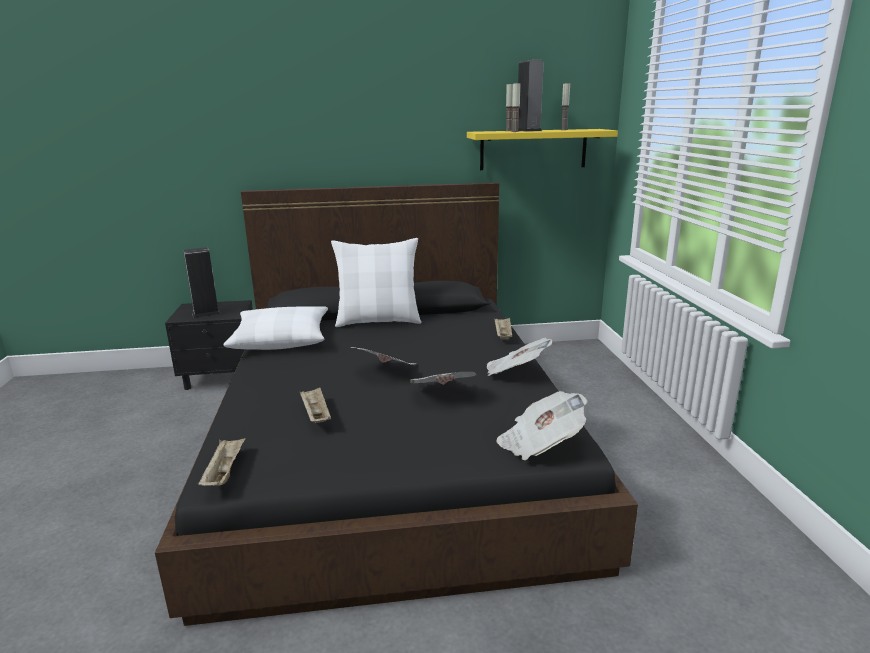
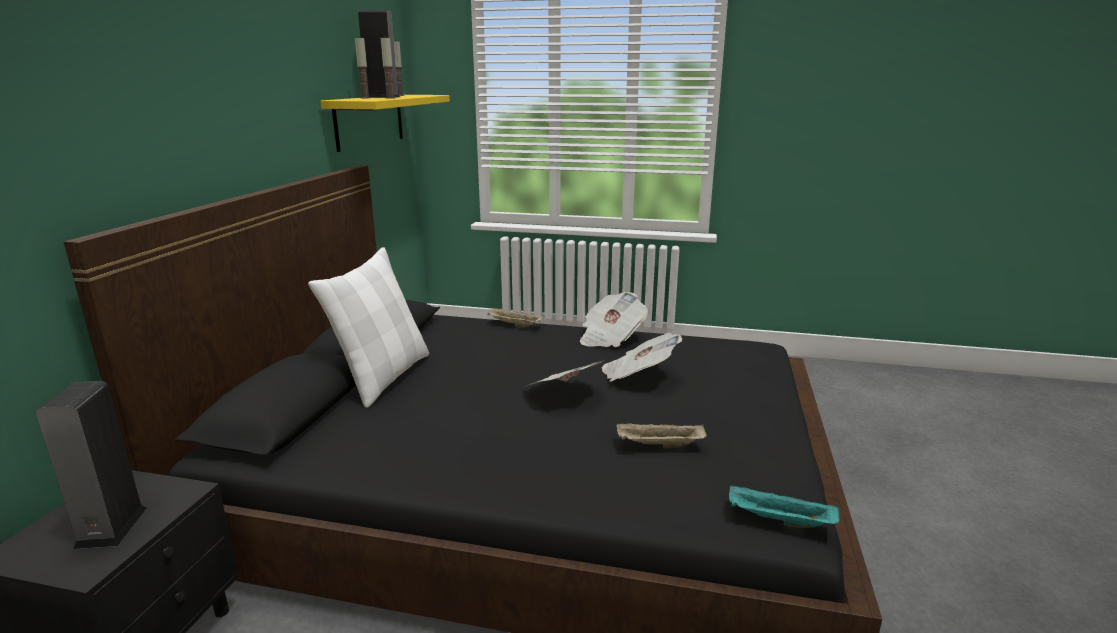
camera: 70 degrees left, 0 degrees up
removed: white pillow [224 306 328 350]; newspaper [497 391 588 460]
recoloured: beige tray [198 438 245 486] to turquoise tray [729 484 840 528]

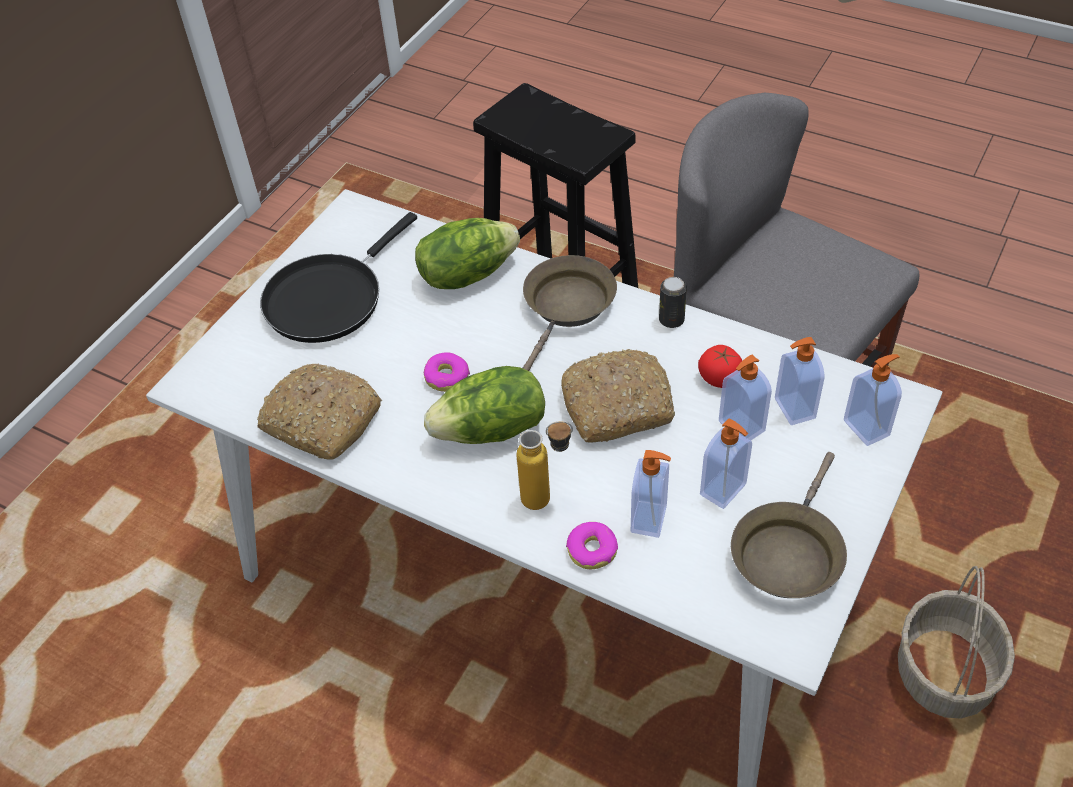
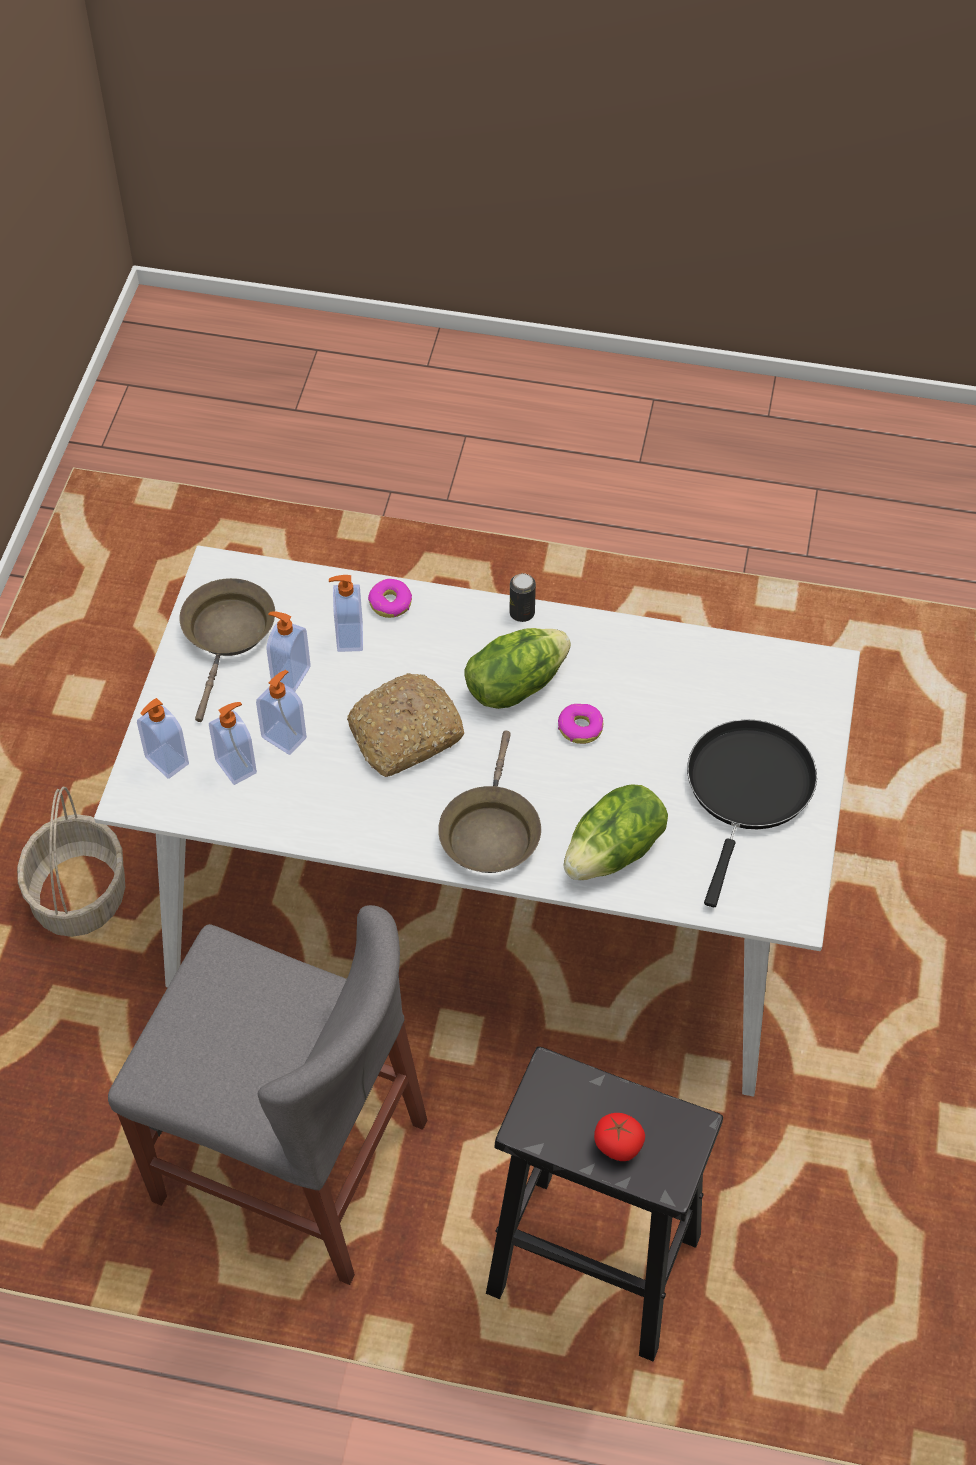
camera: 160 degrees right, 5 degrees up
removed: bread [257 364 382 460]; bottle [516 421 573 510]
moved: can [659 277 687 328] to [509 573 536 622]; tomato [698 345 742 388] to [594 1113 645 1161]

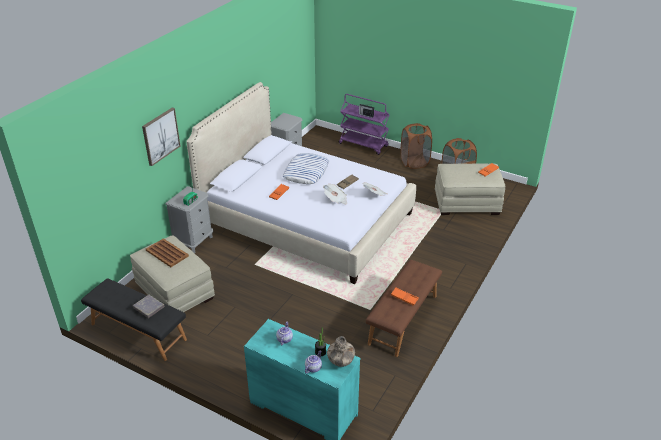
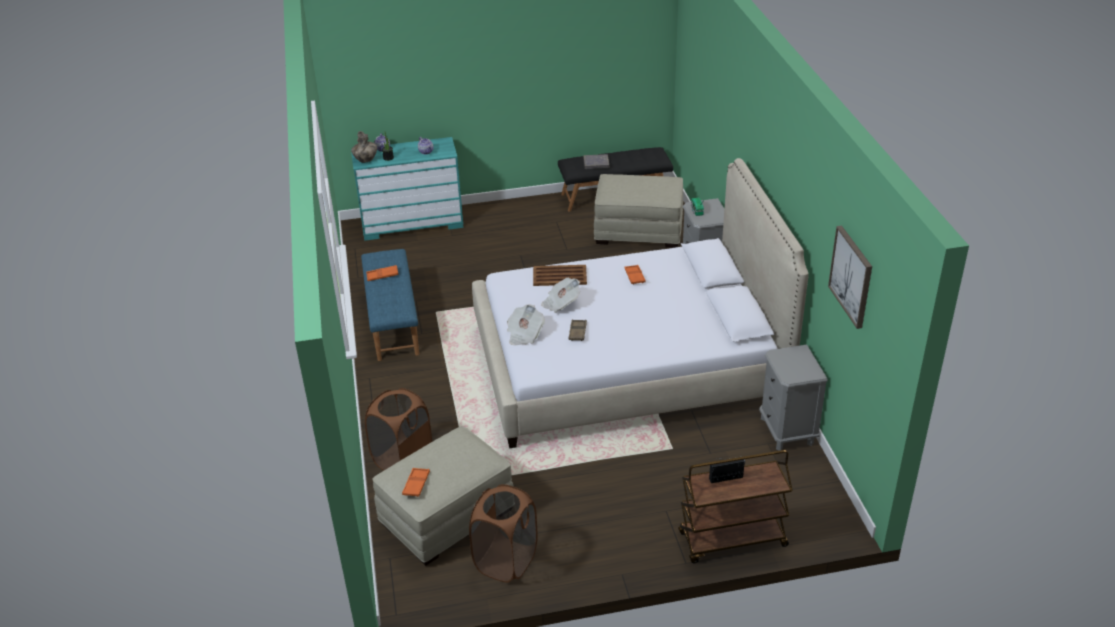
camera: 140 degrees right, 0 degrees up
removed: pillow [283 153 329 184]
moved: picture [142 108 180 166] to [828 225 872 329]; brown tray [146 238 189 267] to [533 265 587 286]; brown laundry basket [401 123 432 169] to [365 388 432 471]
recoloured: purple cart [339 94 390 155] to brown cart [678 450 793 563]; brown bench [366 260 442 357] to blue bench [361 249 419 361]

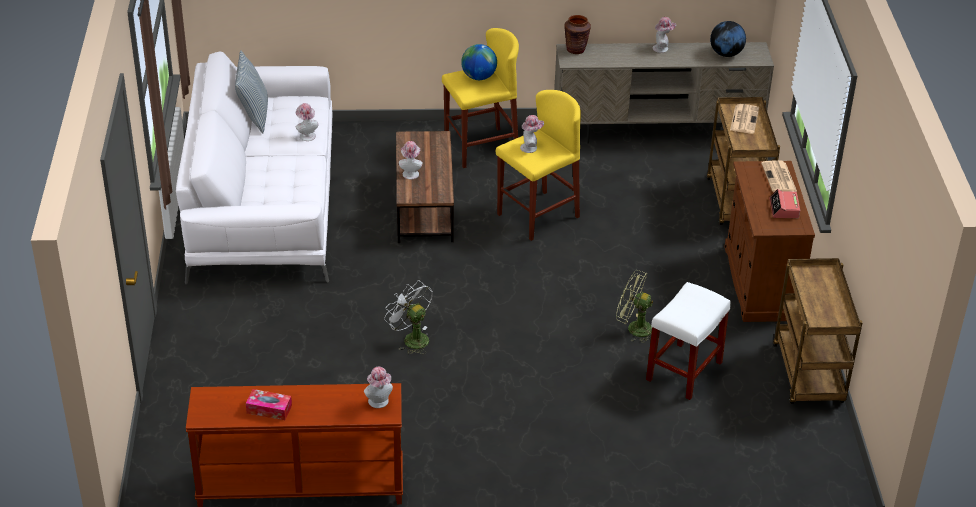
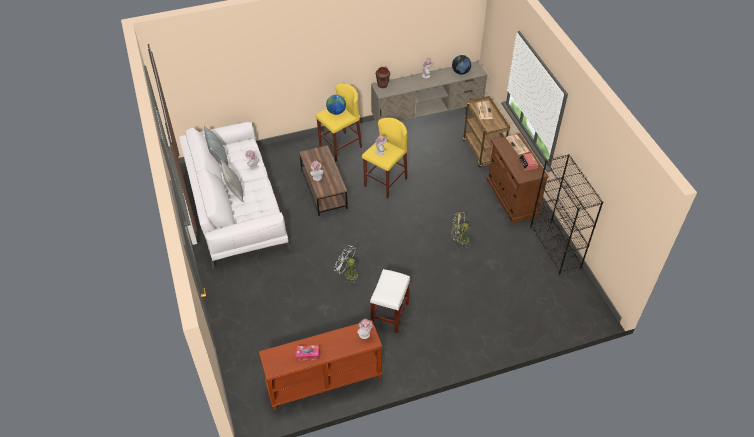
camera: 15 degrees left, 10 degrees up
added: grey pillow [221 160 243 202]
moved: white stool [646 282 731 400] to [370 269 410 333]
replaced: brown cart [773 258 862 404] to black bookcase [530 154 603 275]

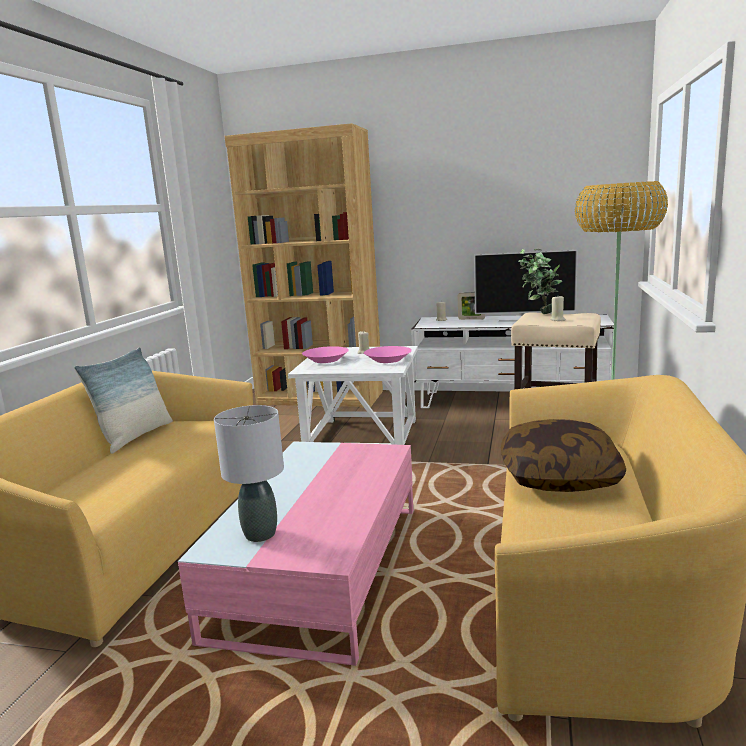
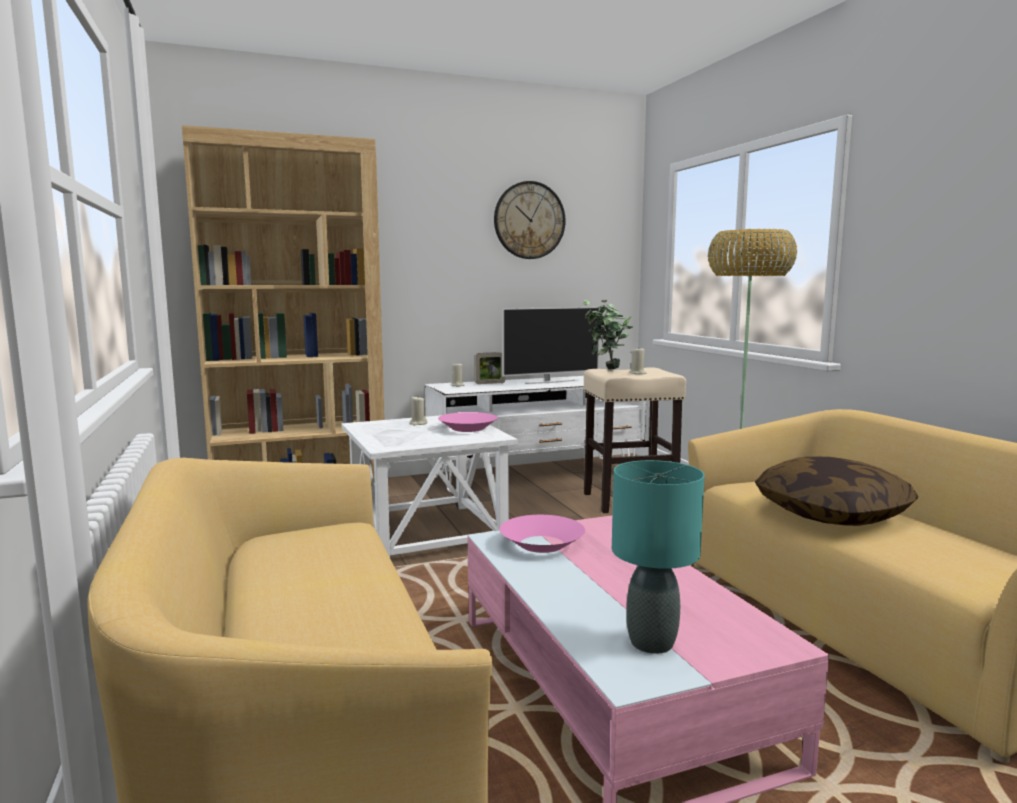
camera: 35 degrees left, 5 degrees down
removed: pillow [74 347 173 454]
added: wall clock [494 181 566 259]
moved: pink bowl [302 346 349 363] to [500 515 585 553]
recoloured: grey table lamp [214 405 284 542] to turquoise table lamp [612 460 705 654]

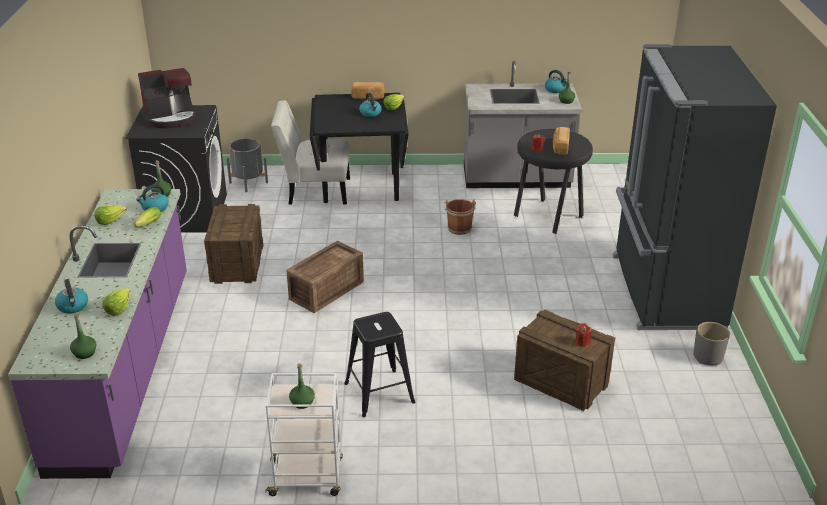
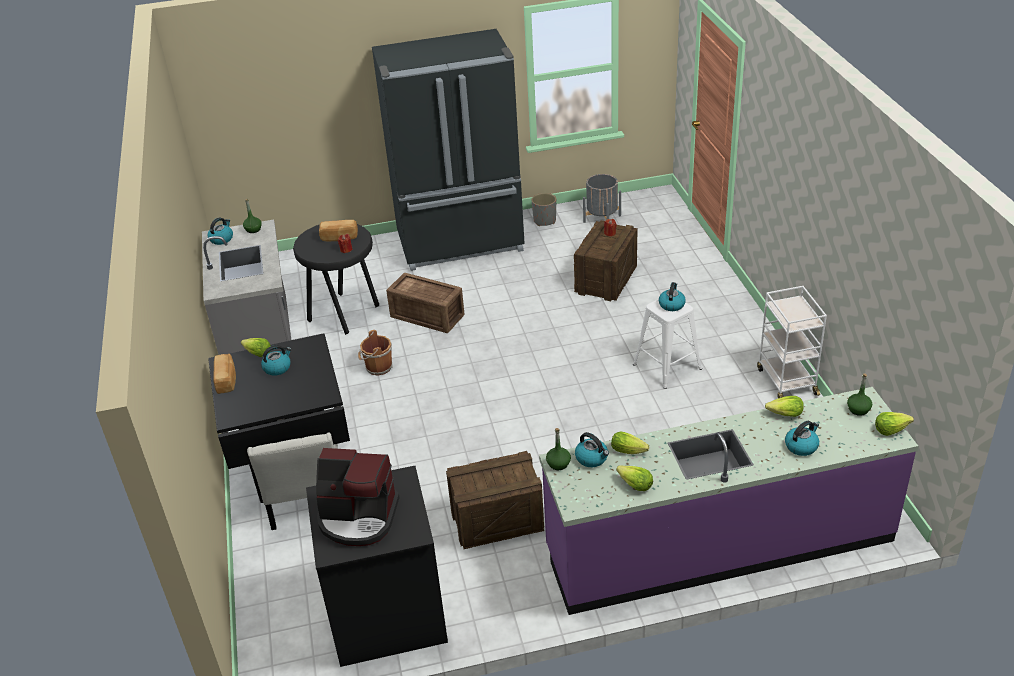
camera: 100 degrees left, 5 degrees up
removed: green bottle [289 363 315 409]
added: kettle [659 282 686 311]; lettuce [875 412 914 436]
moved: grey planter [226 138 268 192] to [583 174 621 223]; crate [286 241 364 313] to [386 273 465 333]
recoloured: black stool [344 312 416 417] to white stool [633 299 702 389]
turned: coffee machine [138 68 197 128] = [316 448 400 546] 135 degrees clockwise

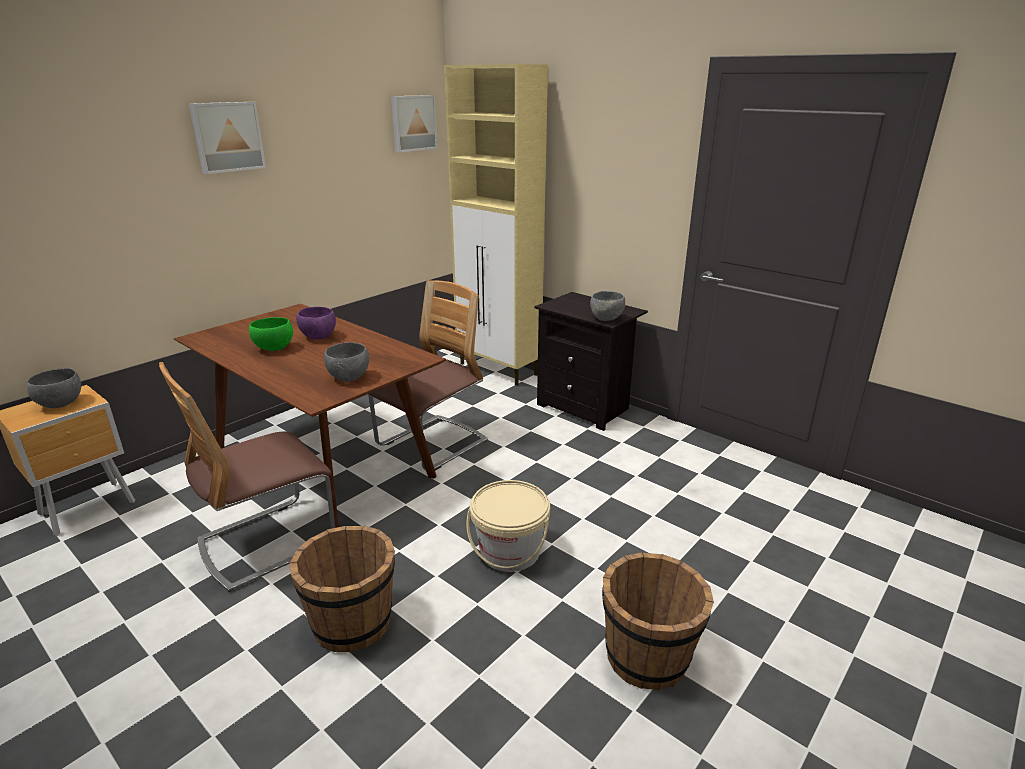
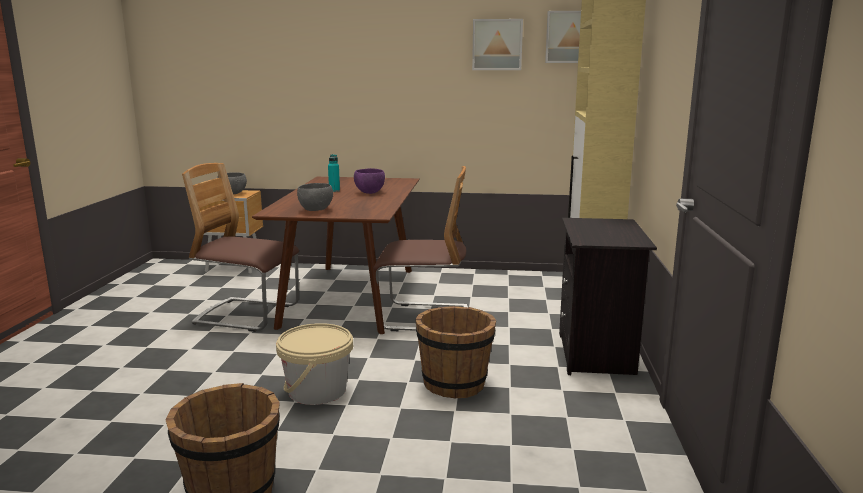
camera: 55 degrees right, 10 degrees down
removed: grey bowl [590 291 625 321]
moved: picture [189 102 266 174] to [472 19 523 70]; brown bucket [290 526 395 652] to [415 306 496 398]
replaced: green bowl [249 317 293 351] to turquoise bottle [328 154 340 192]

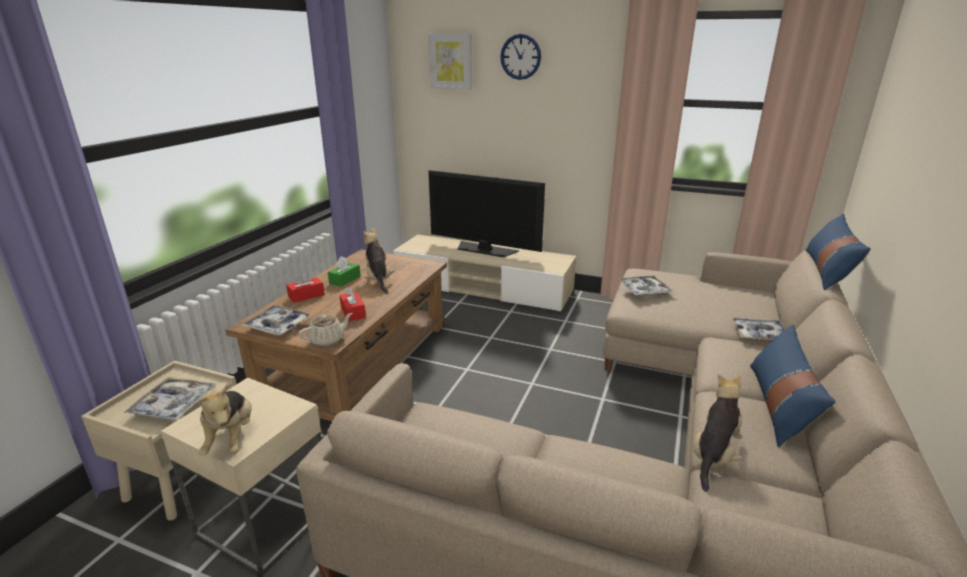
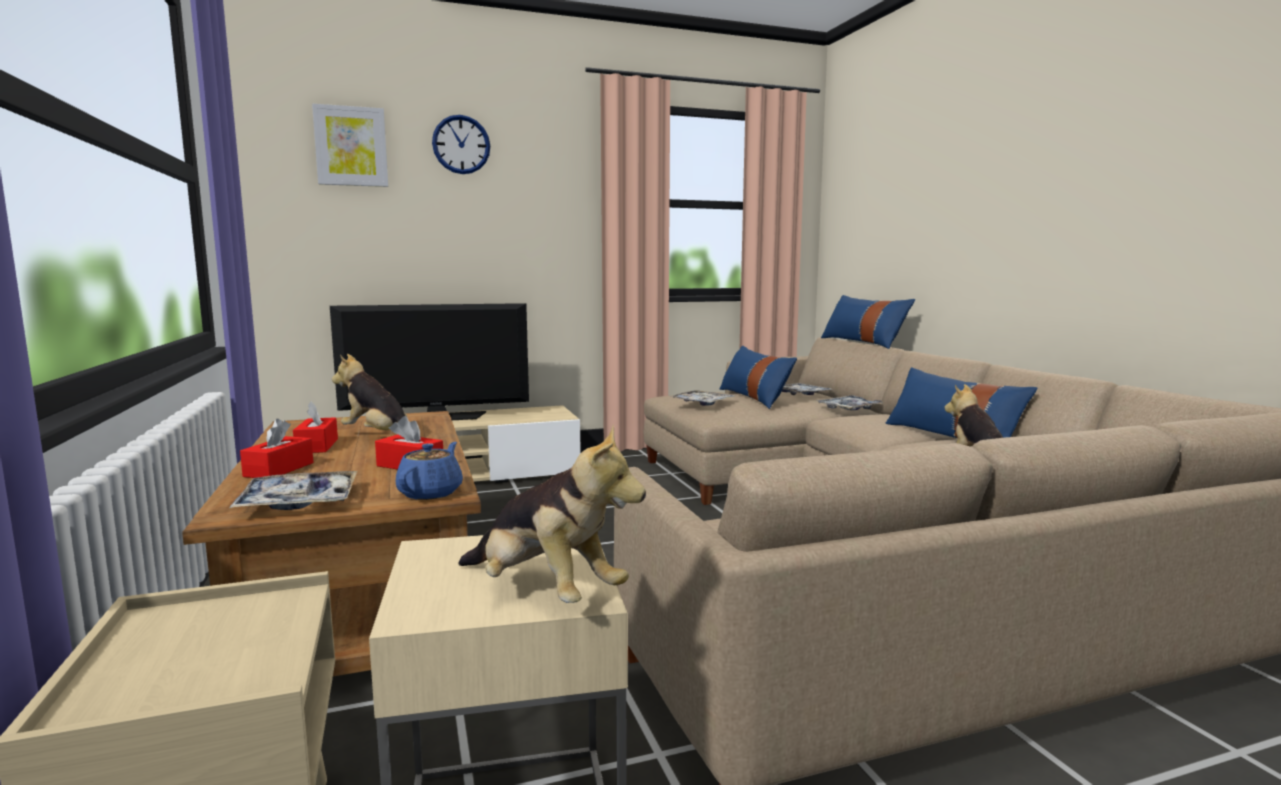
camera: 40 degrees left, 15 degrees down
added: blue pillow [720 345 797 409]
moved: tray [124 377 216 421] to [781 383 834 395]
recoloured: beige teapot [298 313 352 346] to blue teapot [396 442 463 500]; green tissue box [328 256 360 287] to red tissue box [293 401 338 453]

